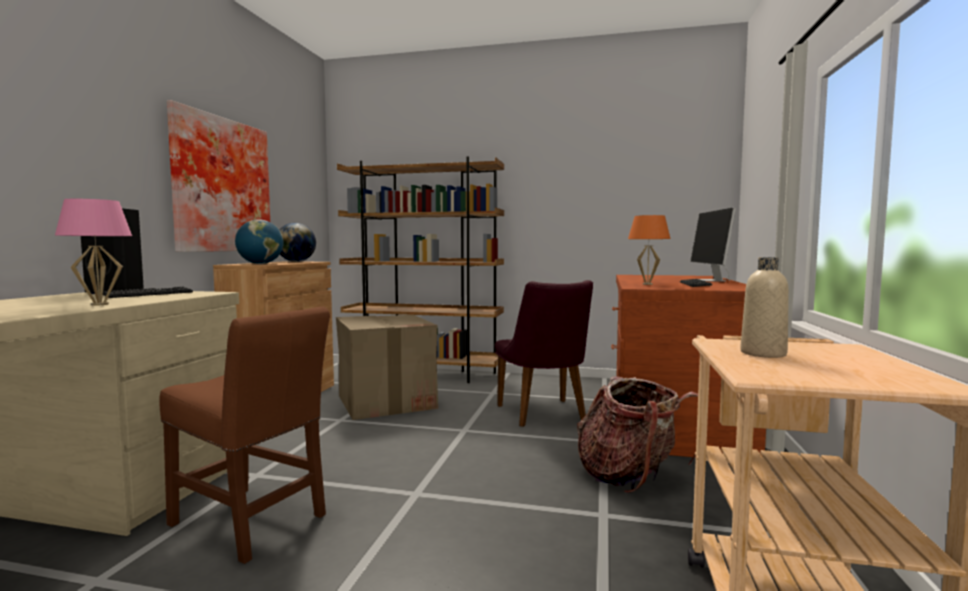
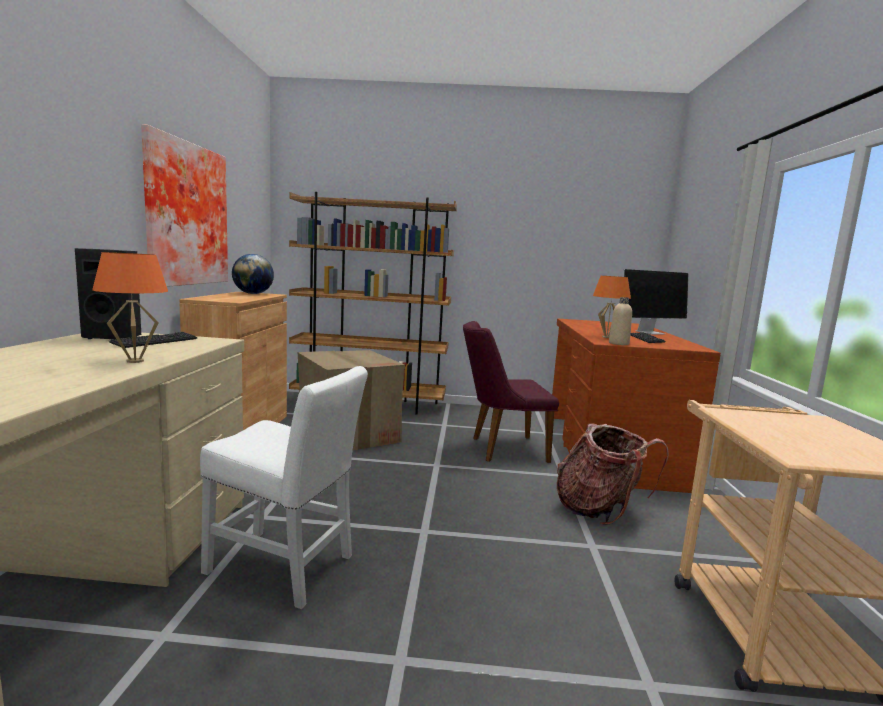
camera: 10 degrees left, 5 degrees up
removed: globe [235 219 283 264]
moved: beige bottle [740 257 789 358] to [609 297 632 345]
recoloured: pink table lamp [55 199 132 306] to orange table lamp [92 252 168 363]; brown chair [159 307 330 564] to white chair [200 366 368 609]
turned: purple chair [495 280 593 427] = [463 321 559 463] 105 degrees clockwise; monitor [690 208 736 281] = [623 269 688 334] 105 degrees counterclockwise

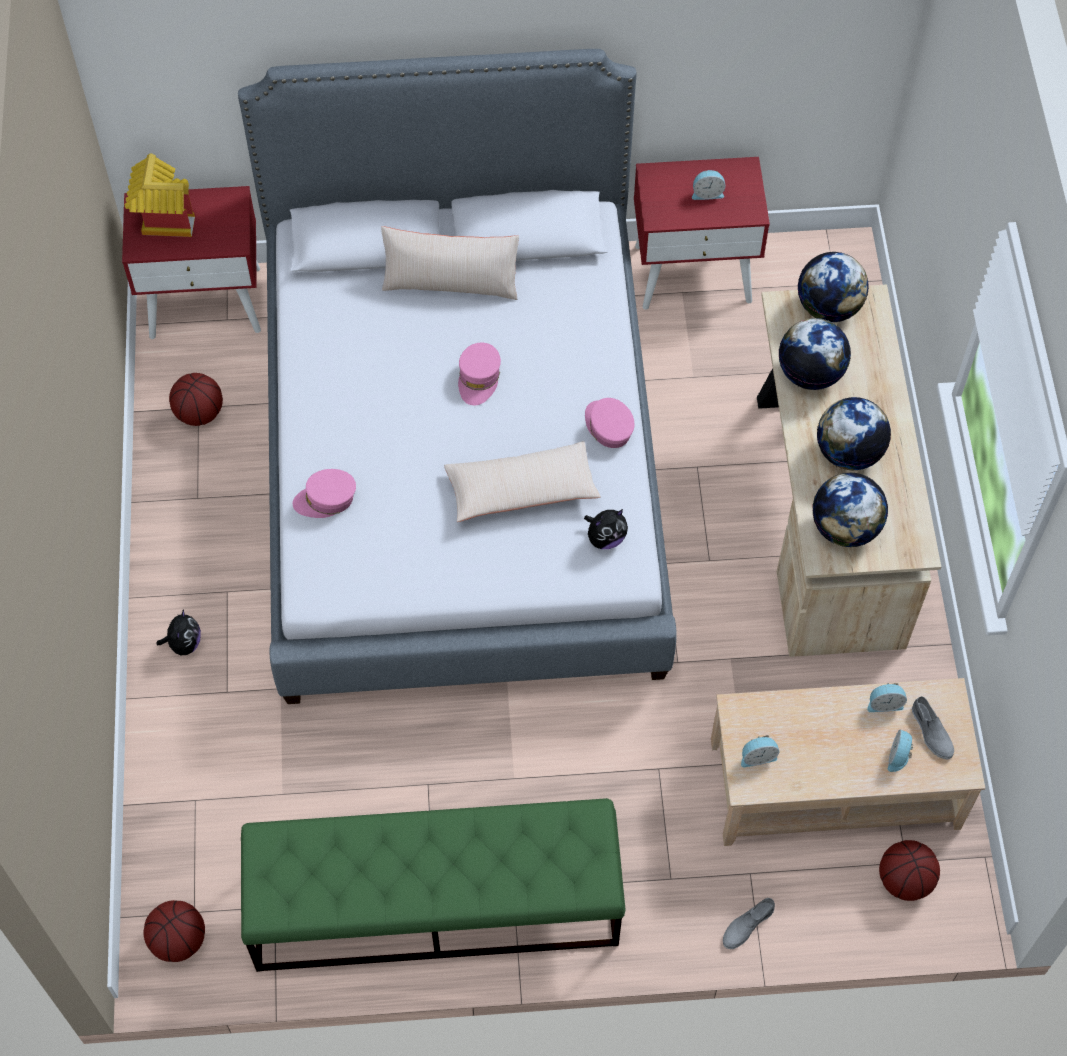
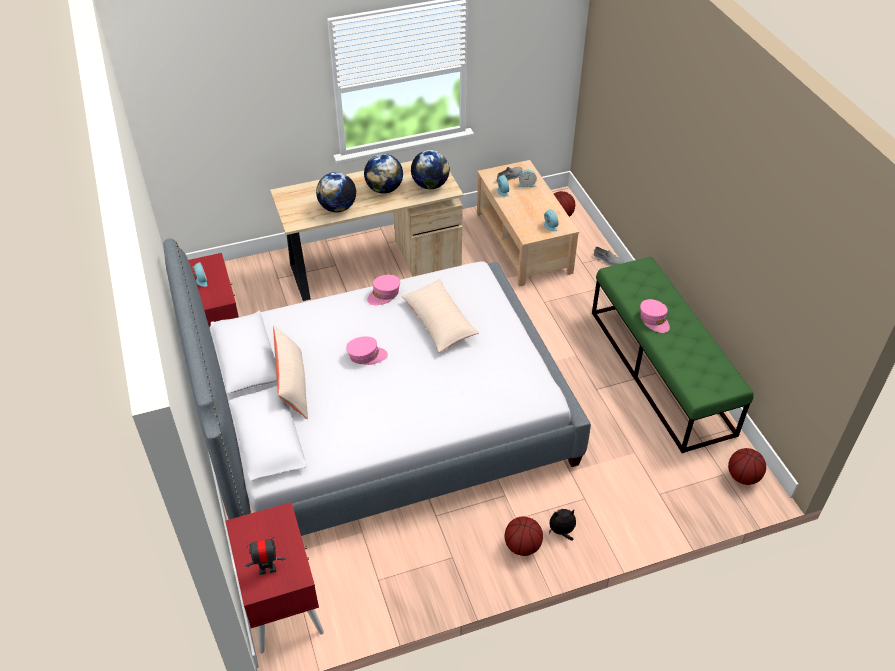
camera: 105 degrees left, 15 degrees down
removed: plush toy [584 509 628 549]; globe [798 252 869 322]
moved: basketball [169 373 223 426] to [505 517 543 556]; pink cap [293 469 356 518] to [640 299 670 333]
replaced: toy house [125 154 195 237] to toy robot [246 537 286 575]

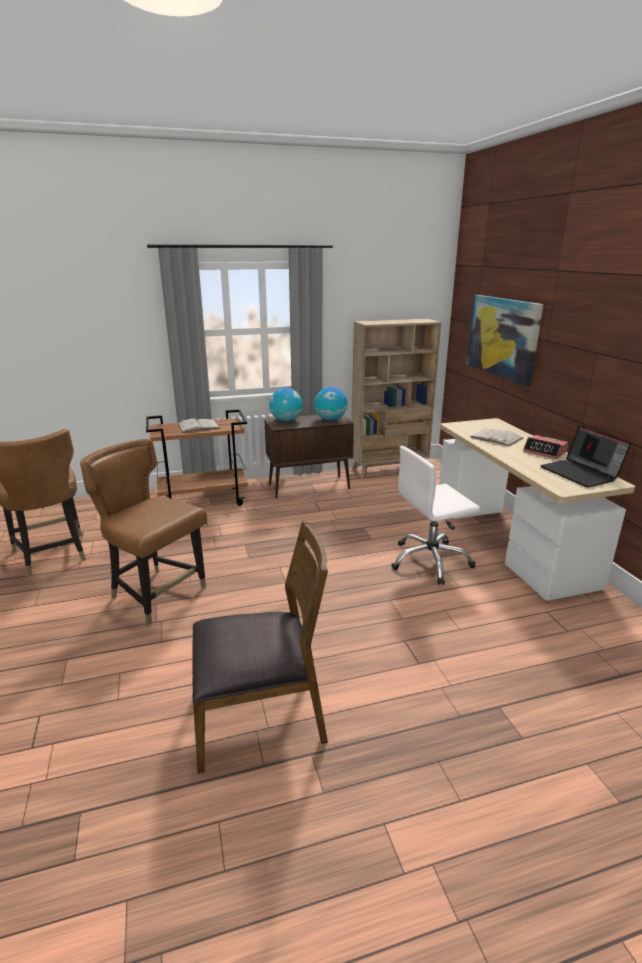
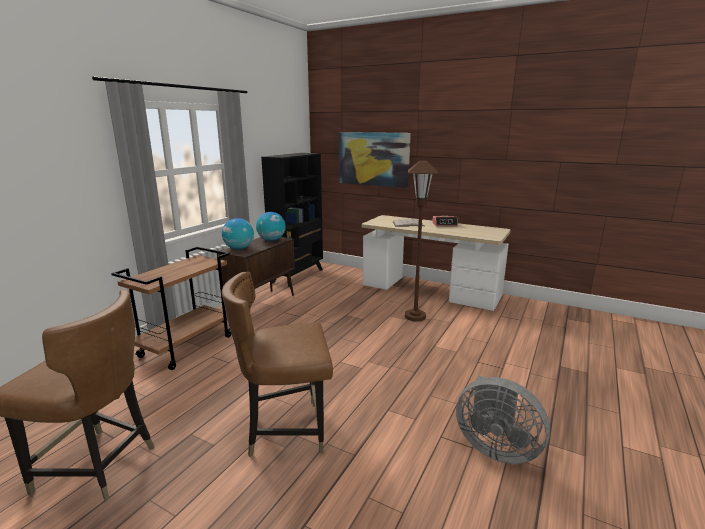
camera: 45 degrees left, 5 degrees down
removed: white book [177 418 221 433]; laptop [540 426 631 488]
replaced: brown chair [192 521 328 773] to grey fan [456 376 550 464]; white office chair [391 446 480 585] to brown floor lamp [405 161 439 322]
recoloured: beige bookcase [351 319 441 479] to black bookcase [261 153 323 287]

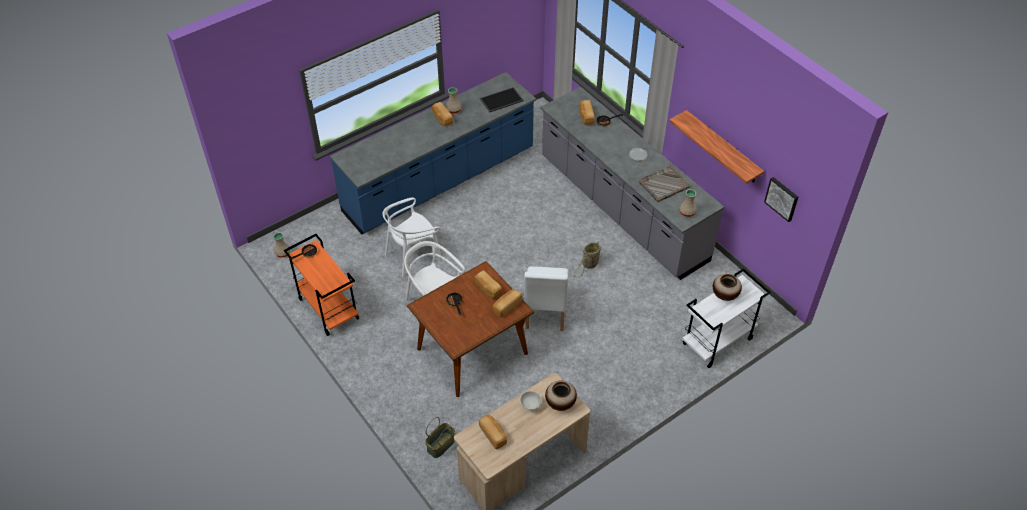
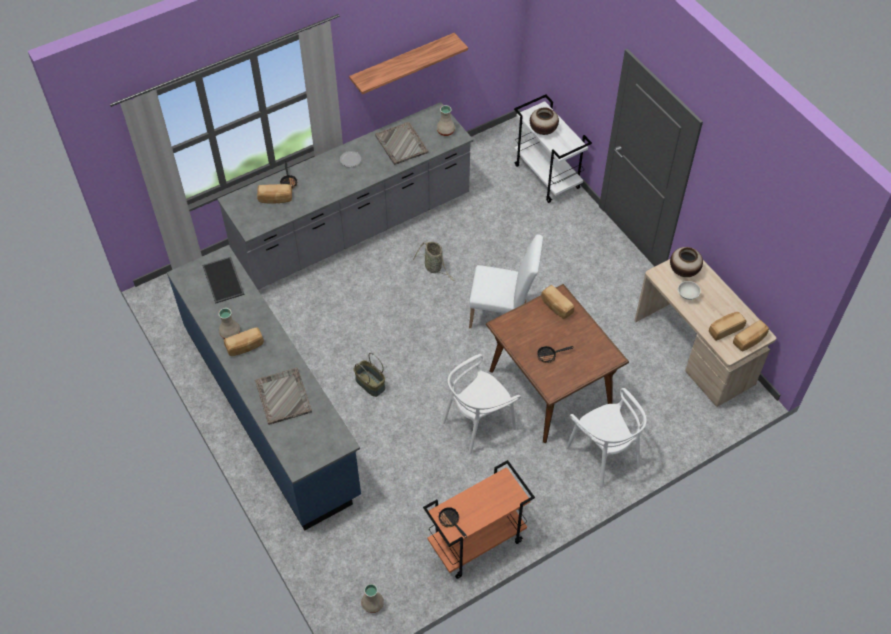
camera: 85 degrees left, 5 degrees up
removed: picture [764 177 798 222]
added: grey tray [255 368 312 425]
moved: white chair [383 197 442 277] to [566 388 647 488]; basket [425 417 455 458] to [354 353 385 397]; bread [474 270 502 299] to [733 320 769 351]

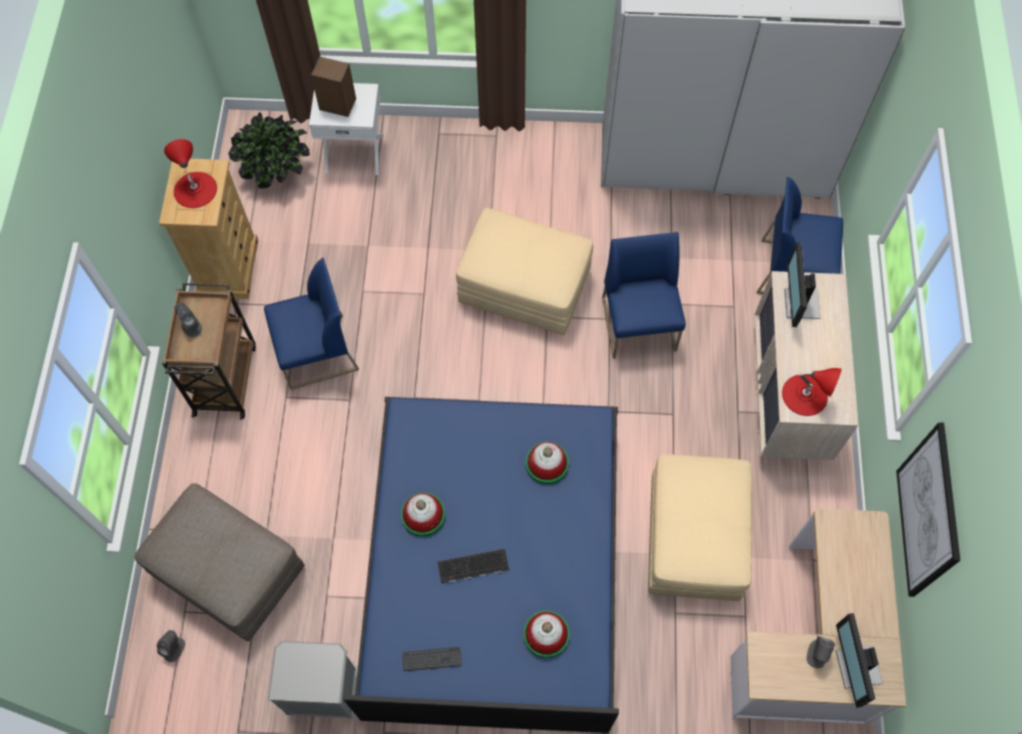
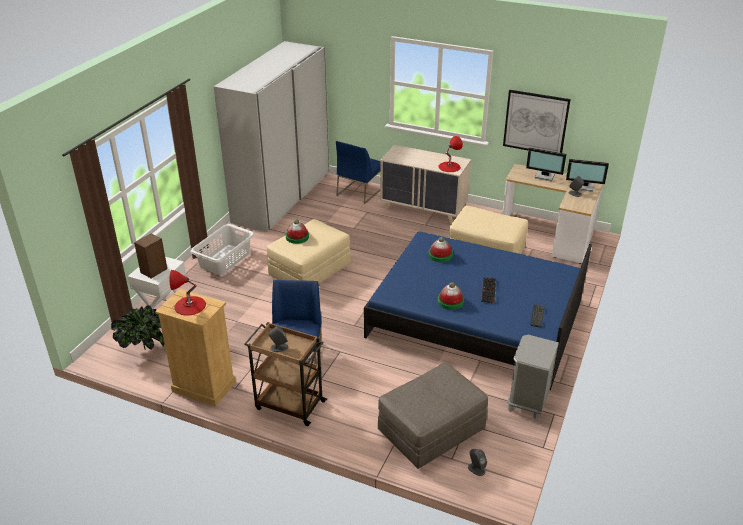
camera: 70 degrees left, 30 degrees down
removed: blue chair [602 232 686 359]
added: white laundry basket [191 224 254 275]
moved: hat [524 611 570 658] to [286 219 309 244]; monitor [784 242 820 327] to [526 147 567 181]

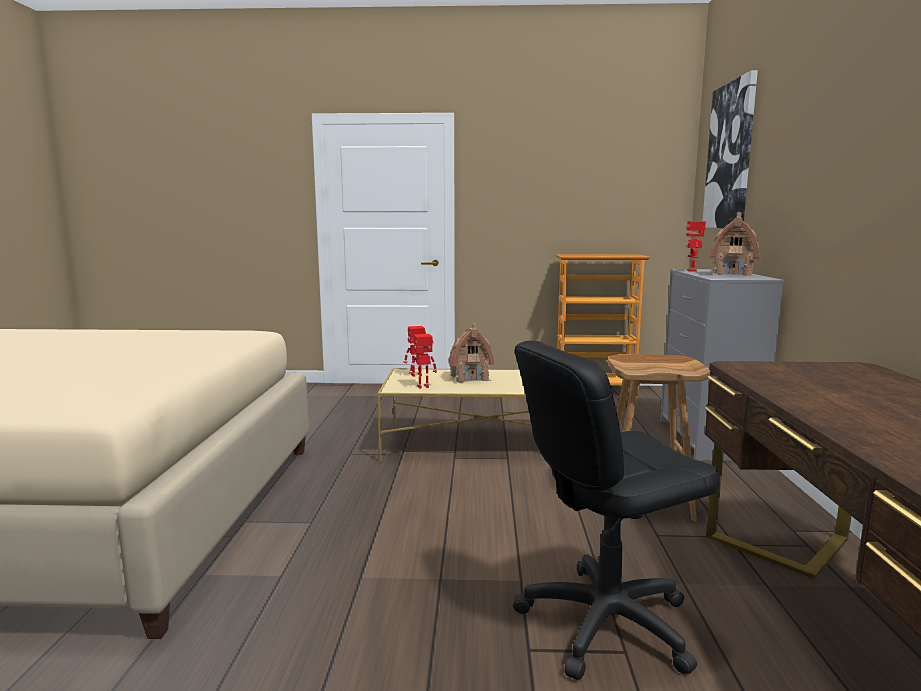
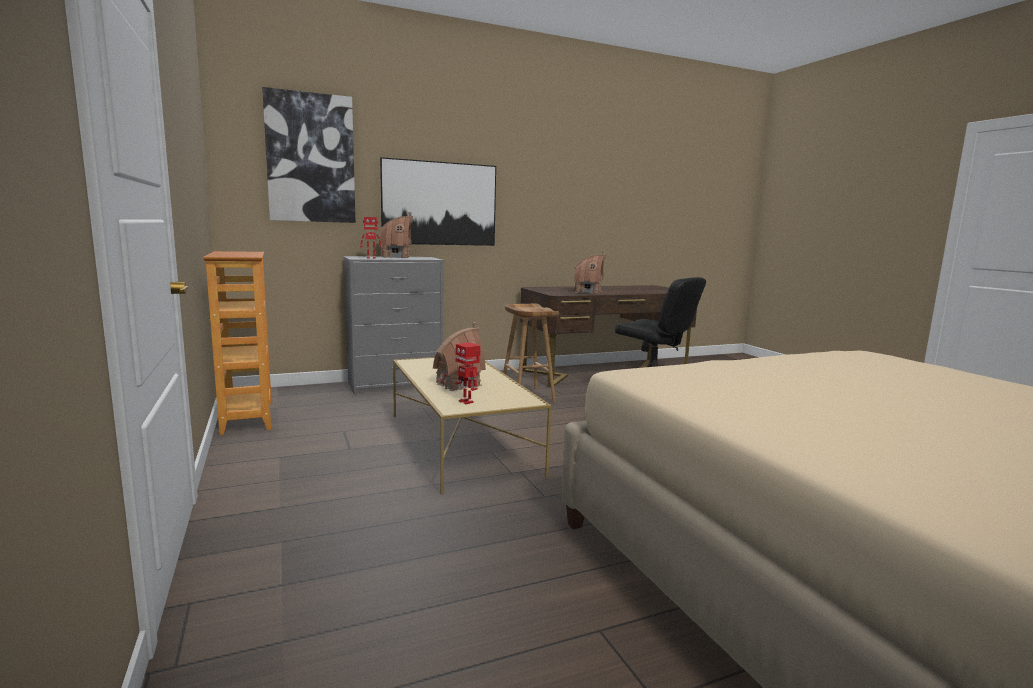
camera: 115 degrees left, 0 degrees up
removed: toy robot [409 334 437 388]
added: picture [380 157 496 246]; toy house [574 251 606 294]

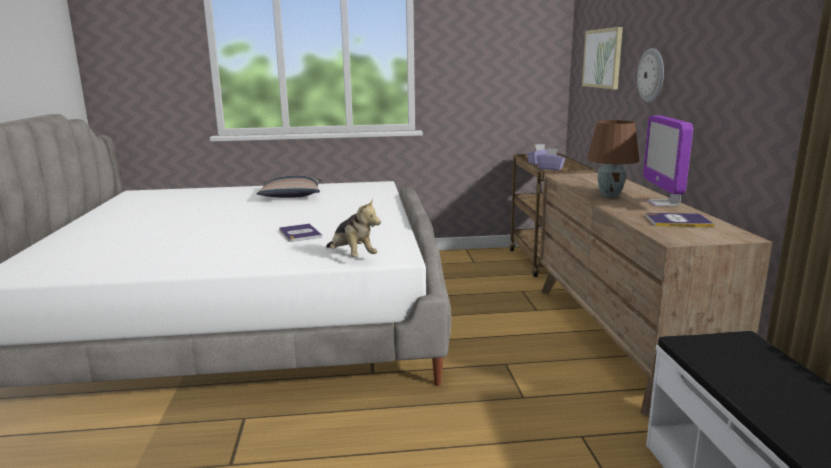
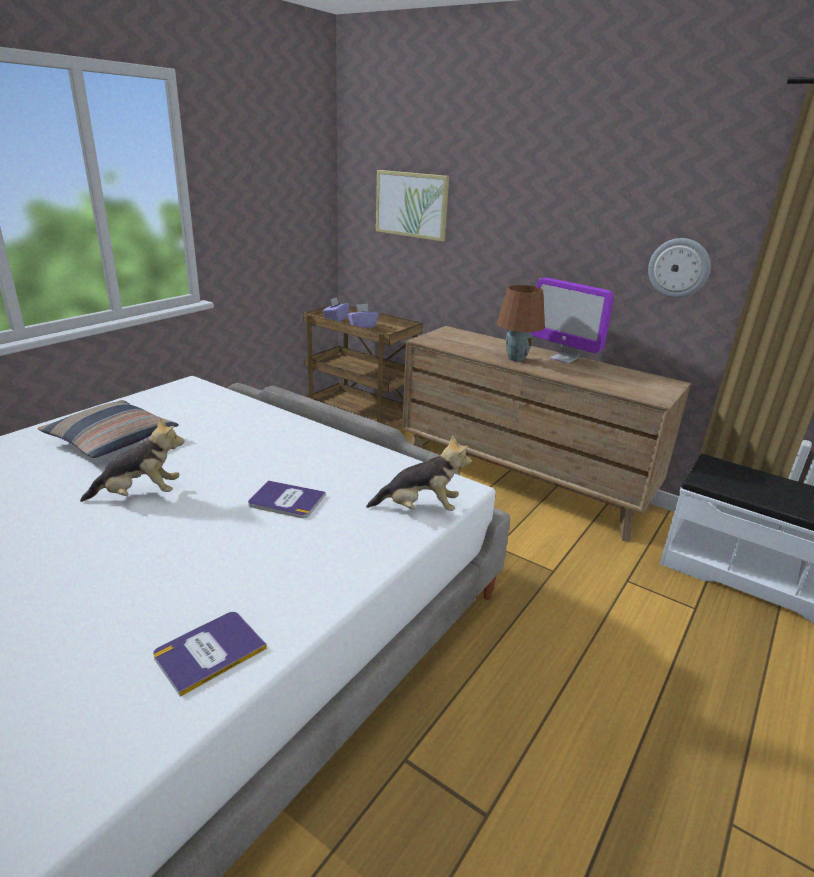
camera: 50 degrees left, 10 degrees up
added: plush toy [80 417 184 502]
moved: wall clock [637 48 664 103] to [648 238 711 298]; book [646 213 714 227] to [153 612 267 697]

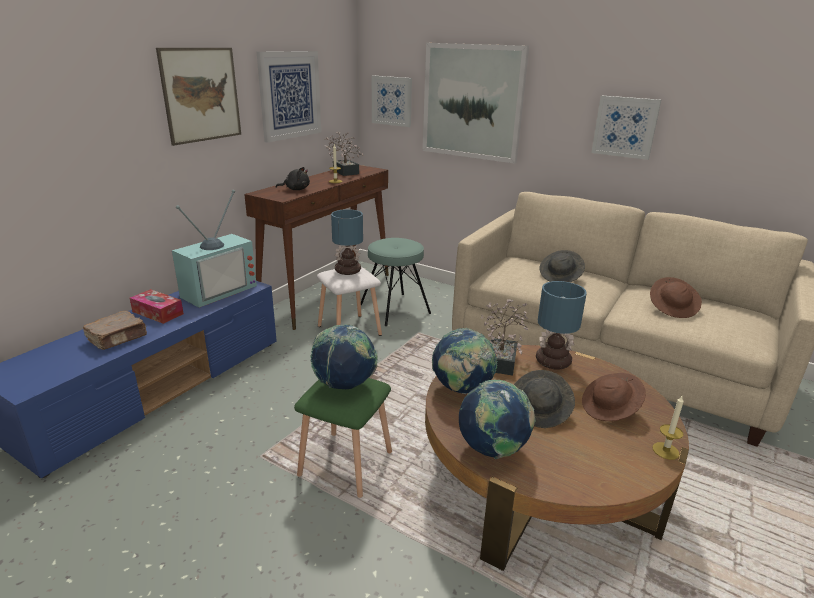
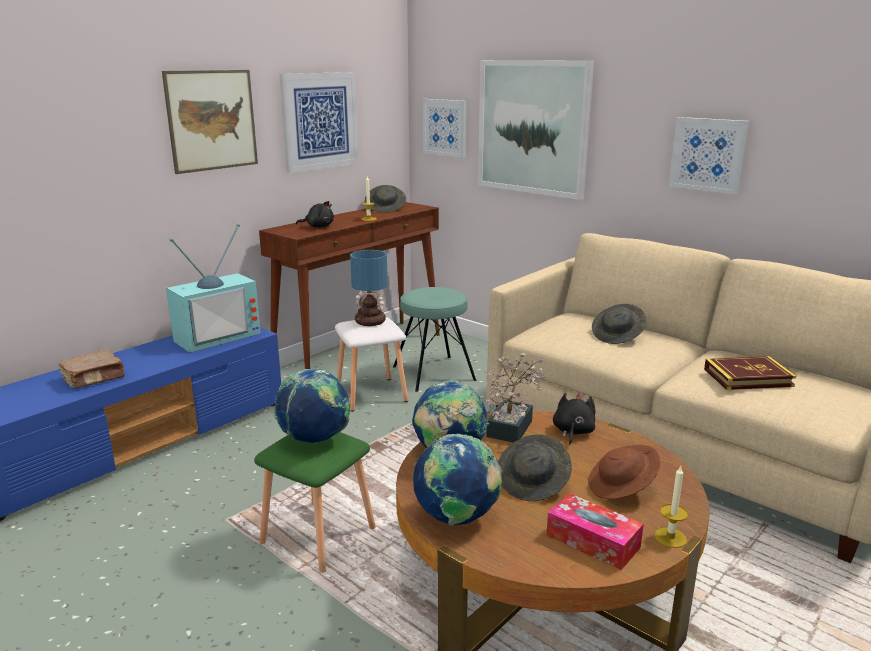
camera: 10 degrees right, 5 degrees down
moved: tissue box [130 289 184 324] to [546 493 644 570]
replaced: potted plant [324 131 364 176] to grey hat [365 185 406 213]; table lamp [536 281 587 369] to black plush toy [553 393 595 445]; brown hat [650 277 702 318] to book [704 356 796 390]

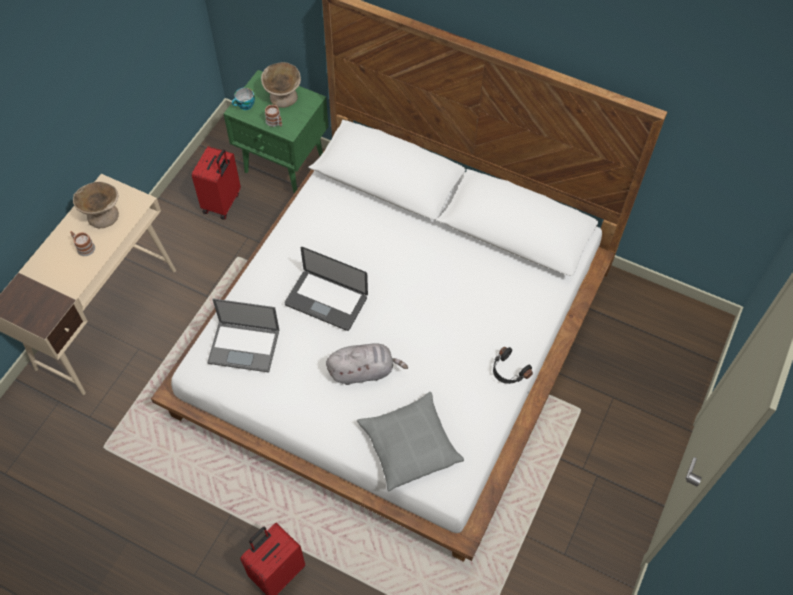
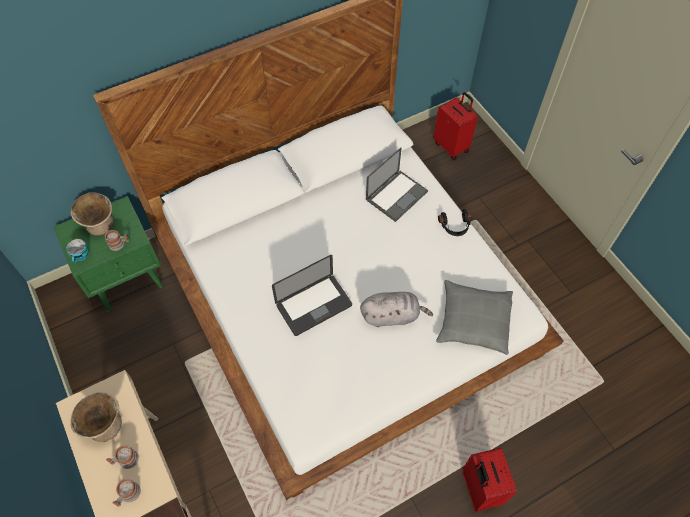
camera: 55 degrees left, 0 degrees up
added: mug [112 479 141 507]
moved: red suitcase [192 146 241 220] to [434 92 478 161]; laptop [207 299 280 373] to [366 147 428 222]
turned: grey plush toy [326 344 408 385] = [360 292 433 327] 60 degrees clockwise

